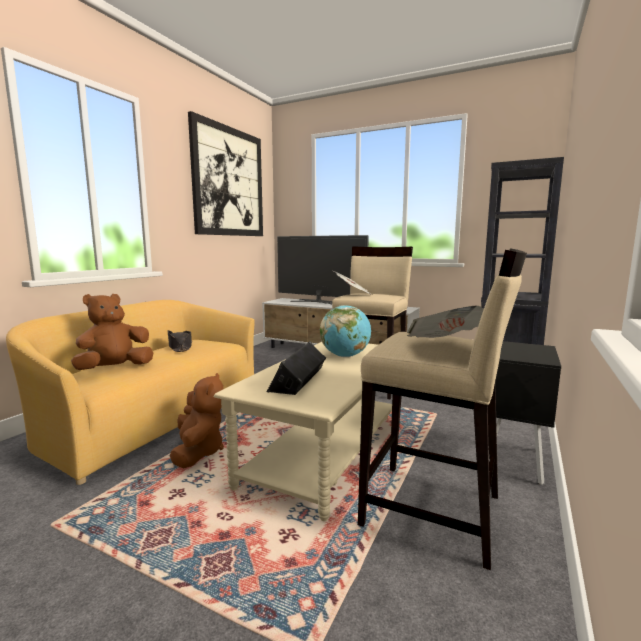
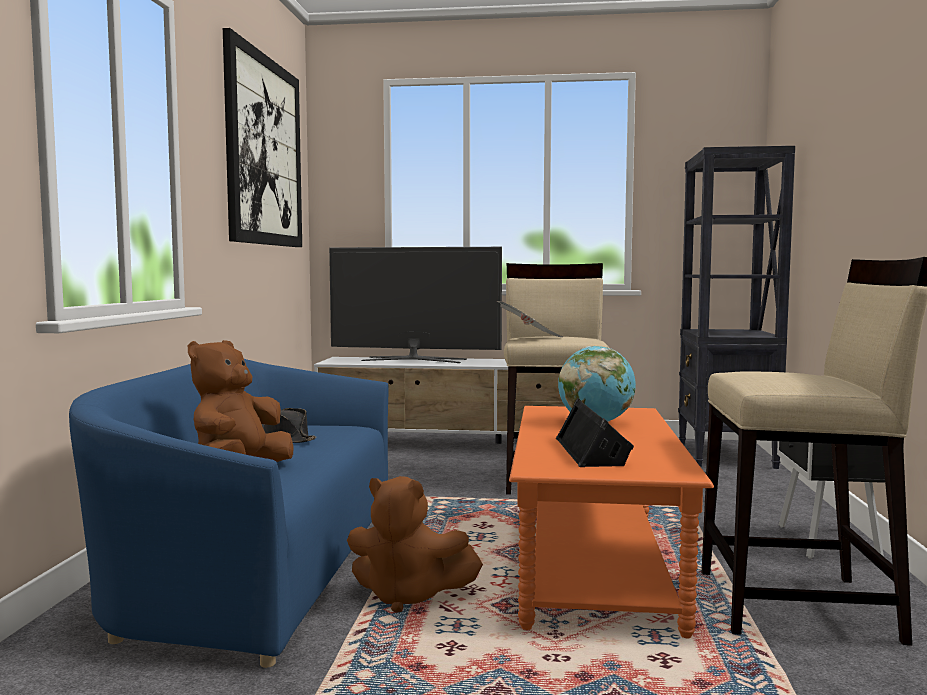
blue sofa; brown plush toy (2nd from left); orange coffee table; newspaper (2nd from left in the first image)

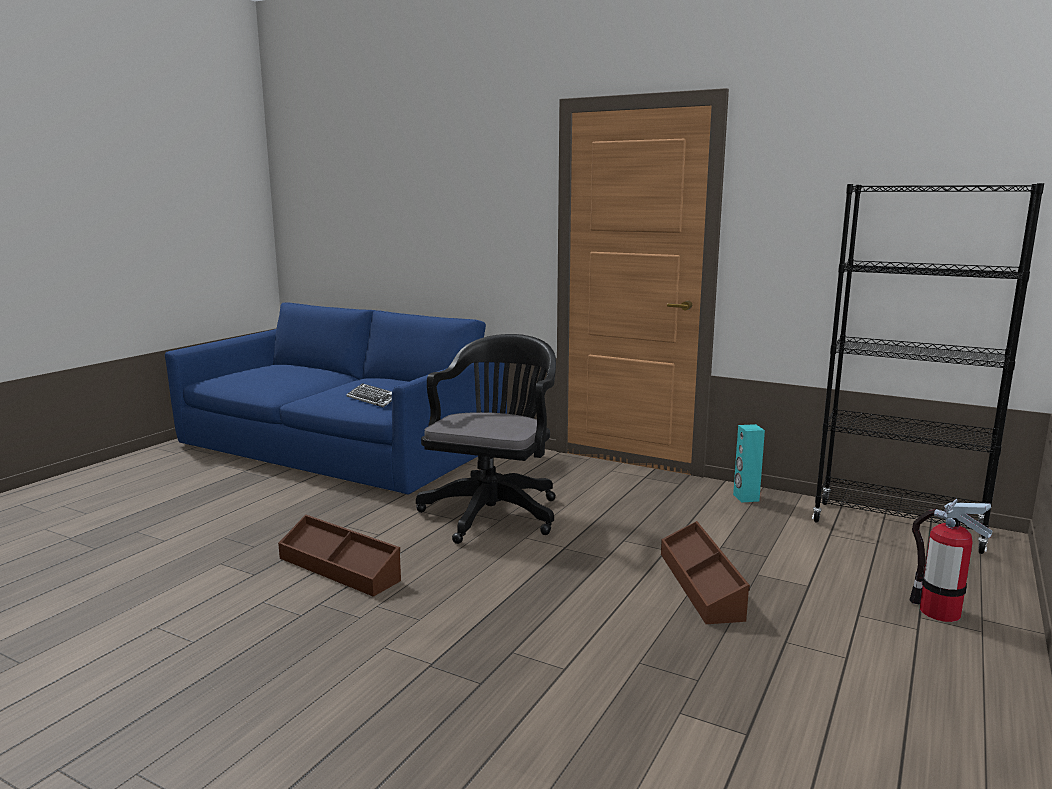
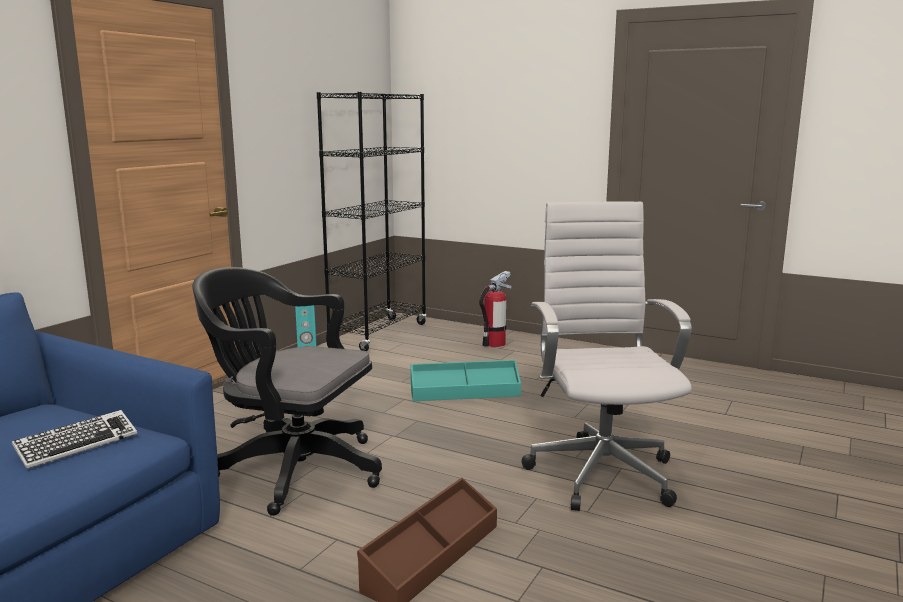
turquoise storage box; white office chair

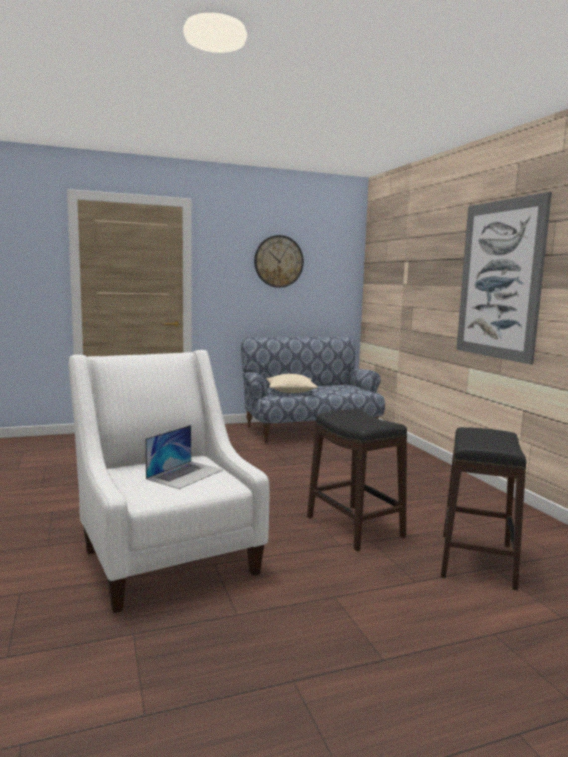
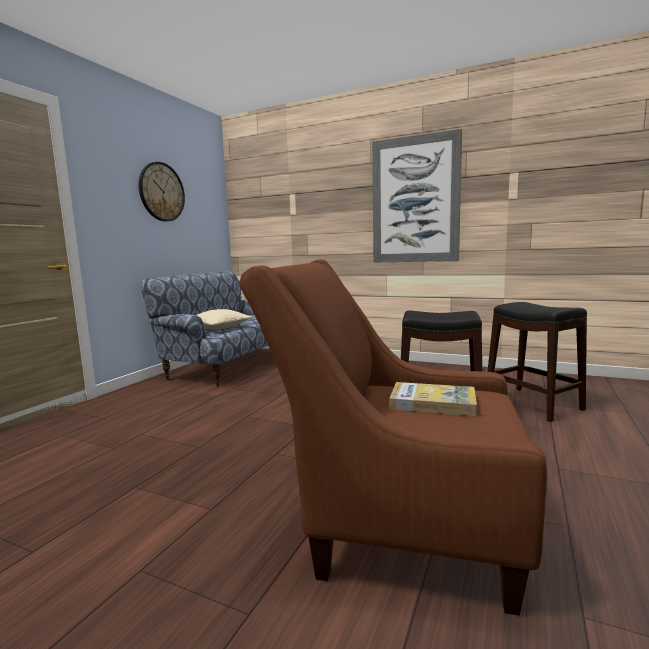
brown armchair; book

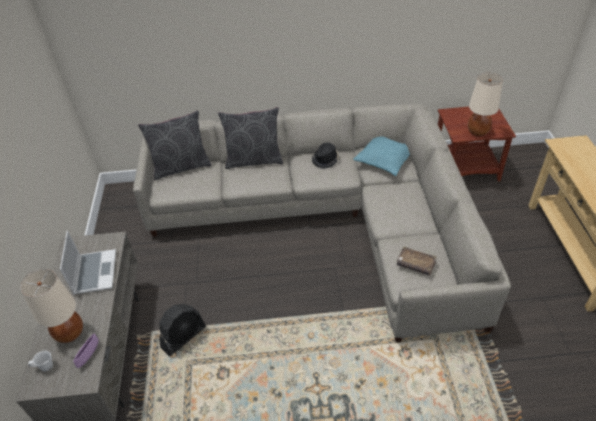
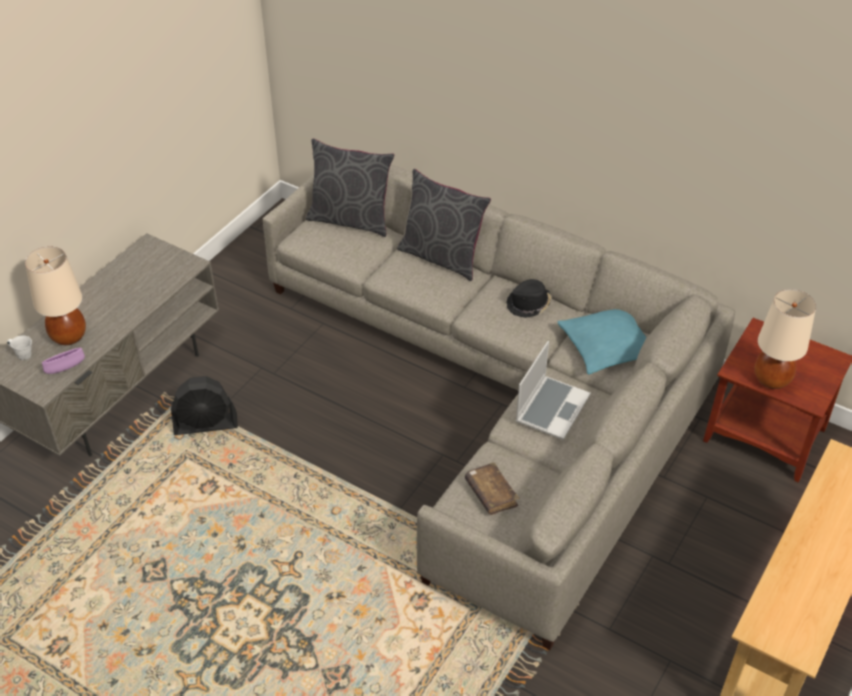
laptop

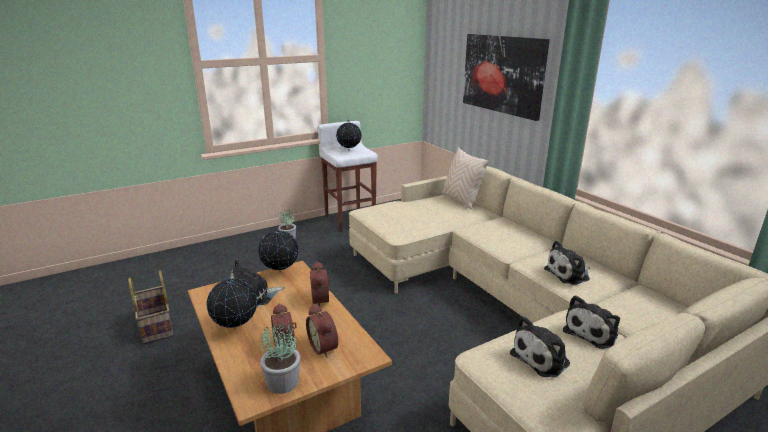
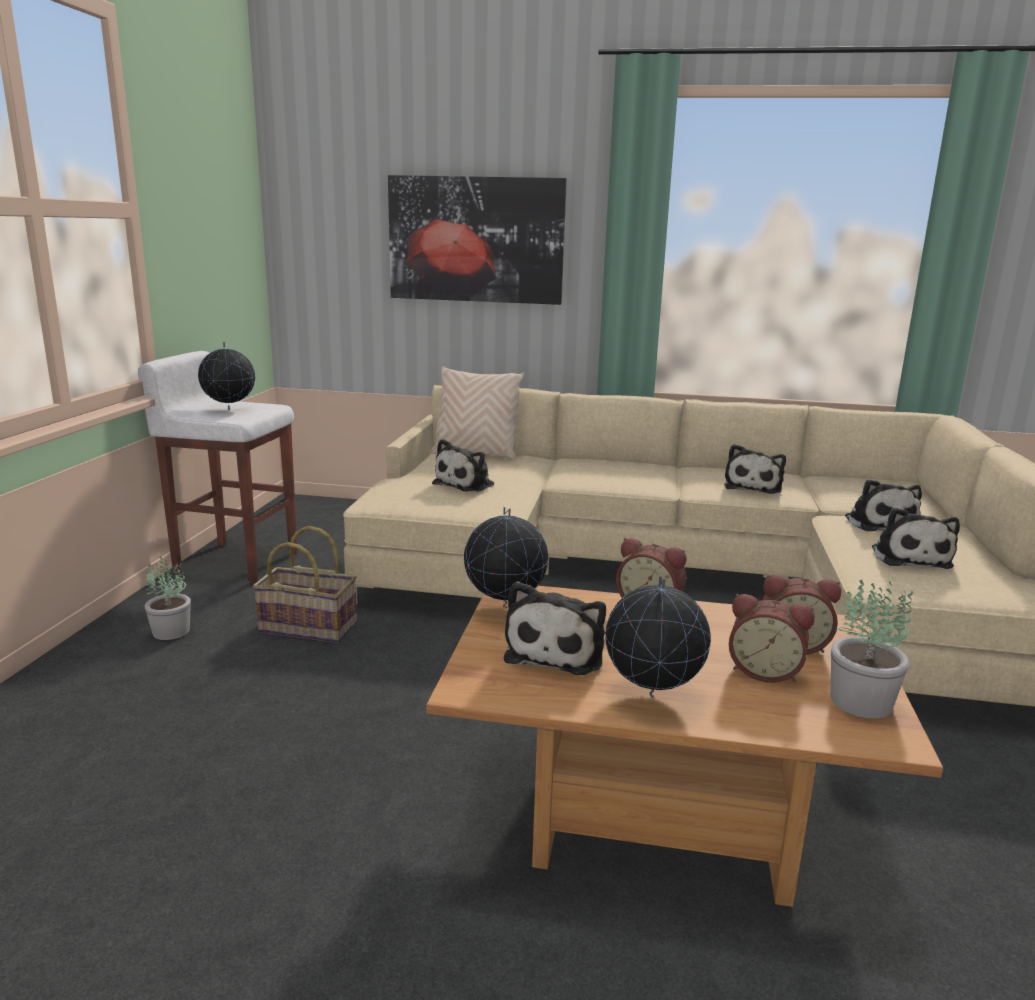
basket; plush toy (1st from left)

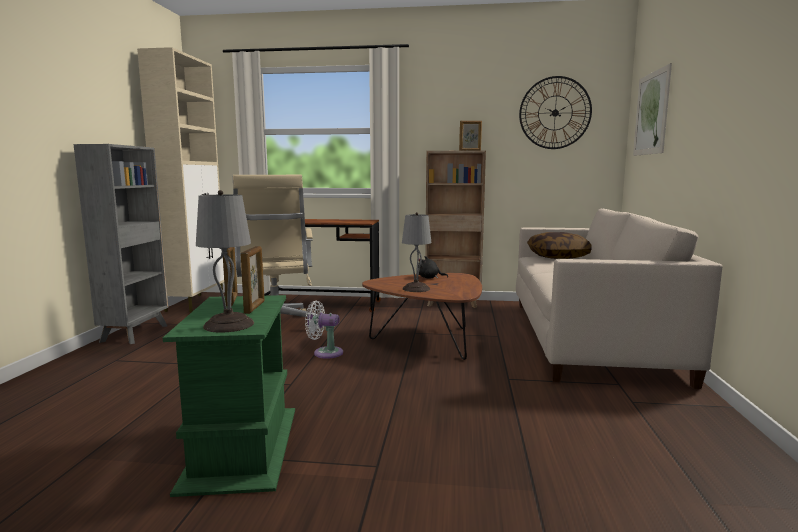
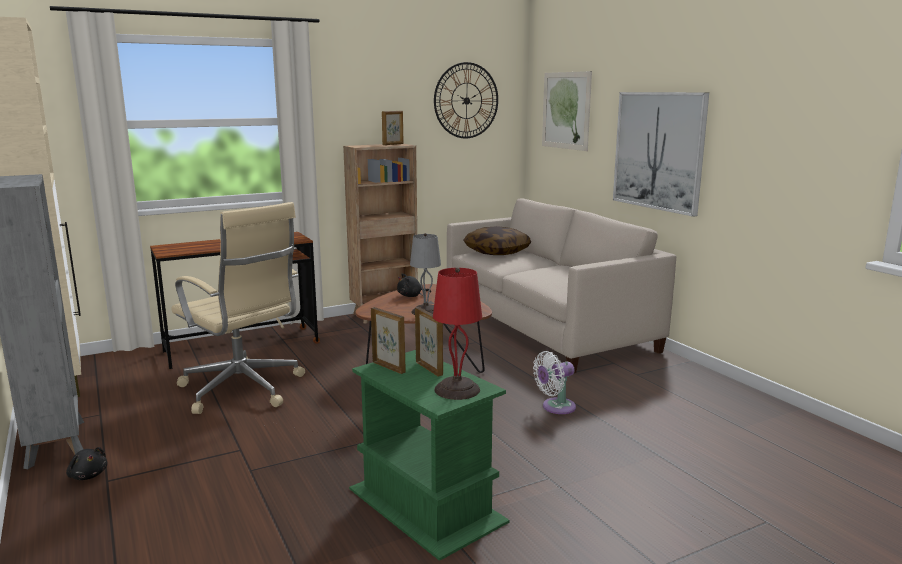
red table lamp; white fan; black plush toy (1st from left); picture (2nd from left)

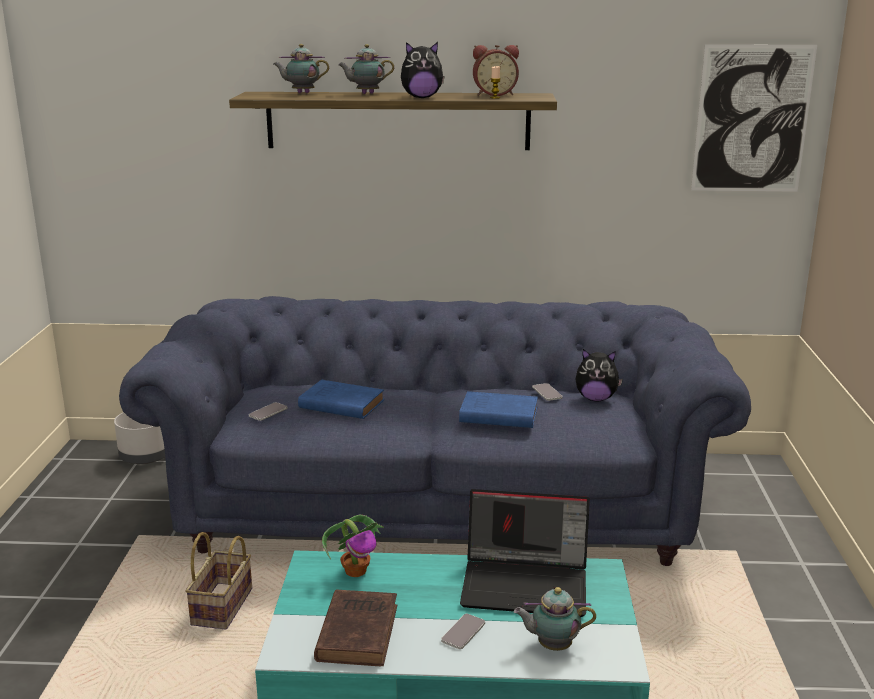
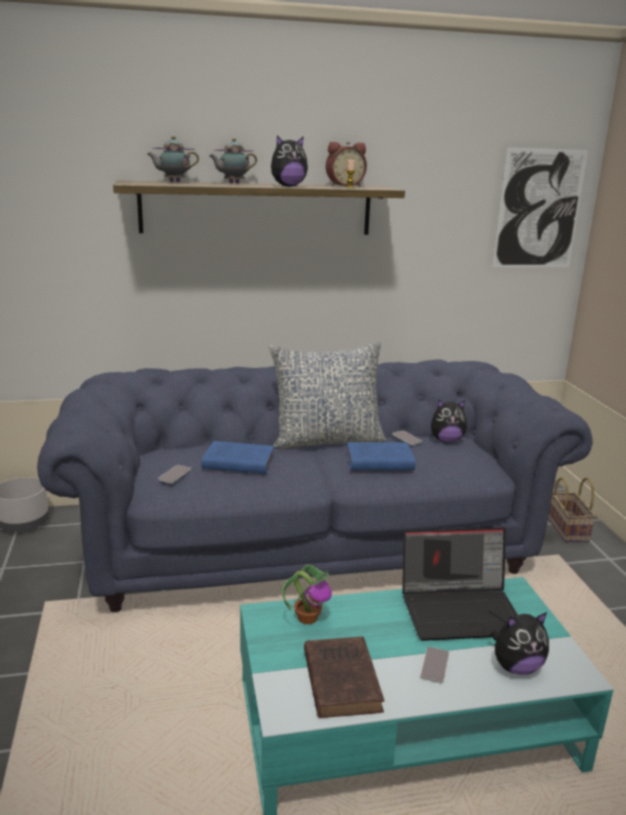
basket; plush toy (3rd from left); pillow

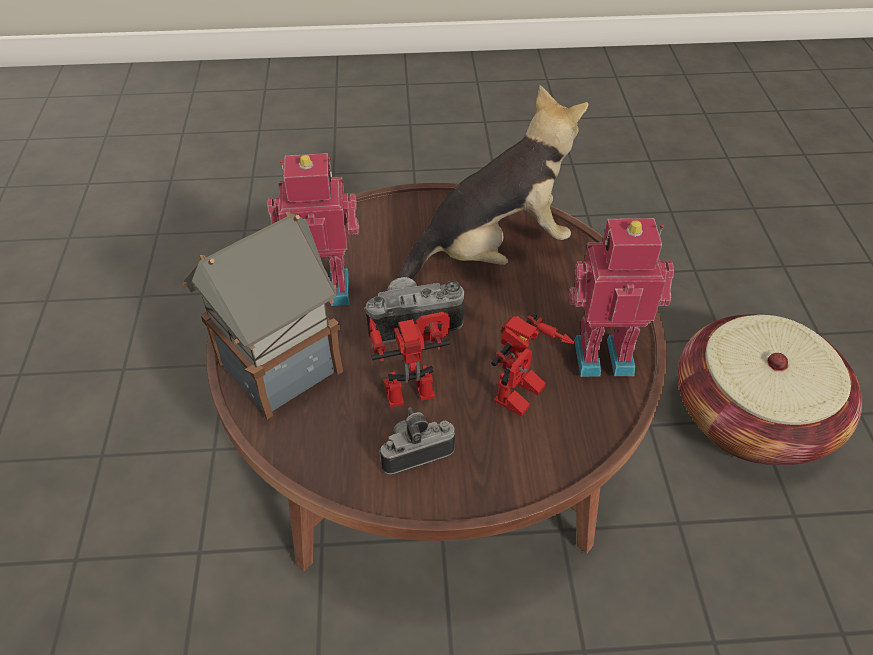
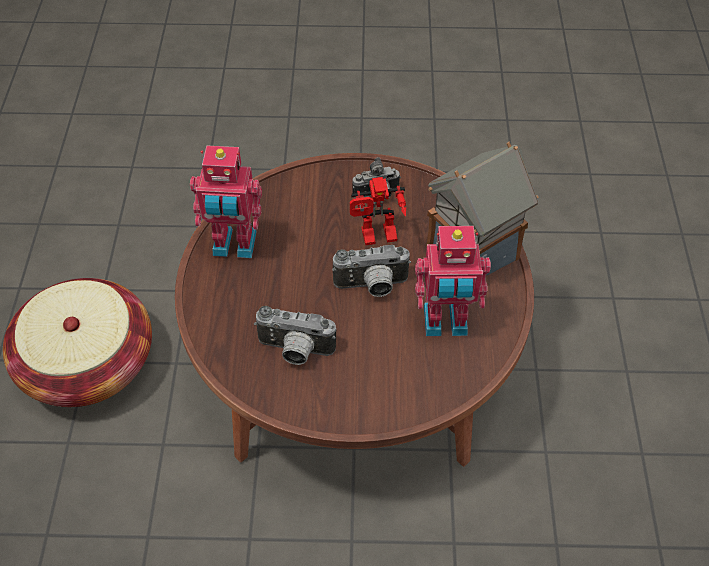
photo camera (1st from left); toy robot (3rd from left in the first image)

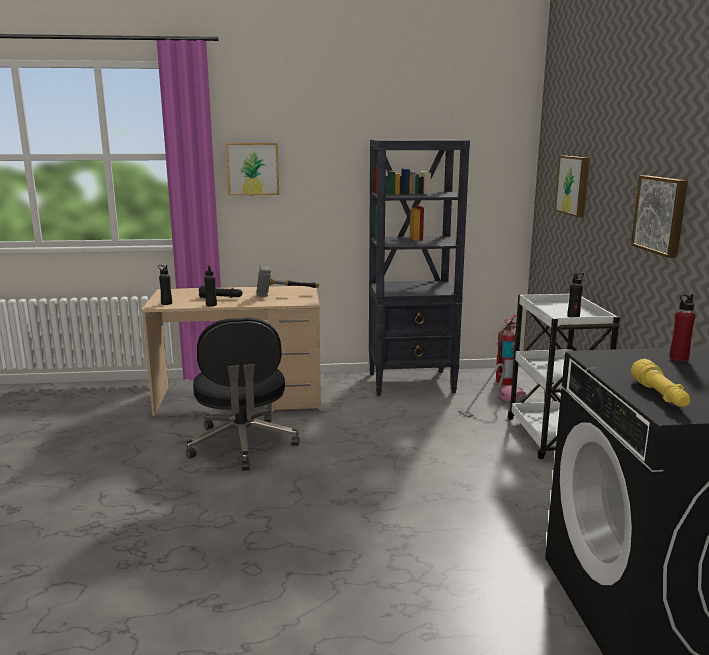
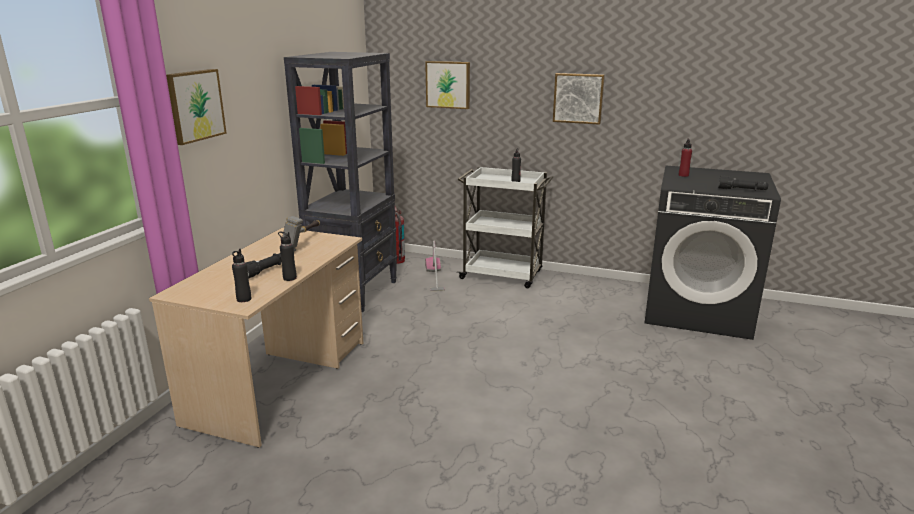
black office chair; black flashlight (2nd from left)

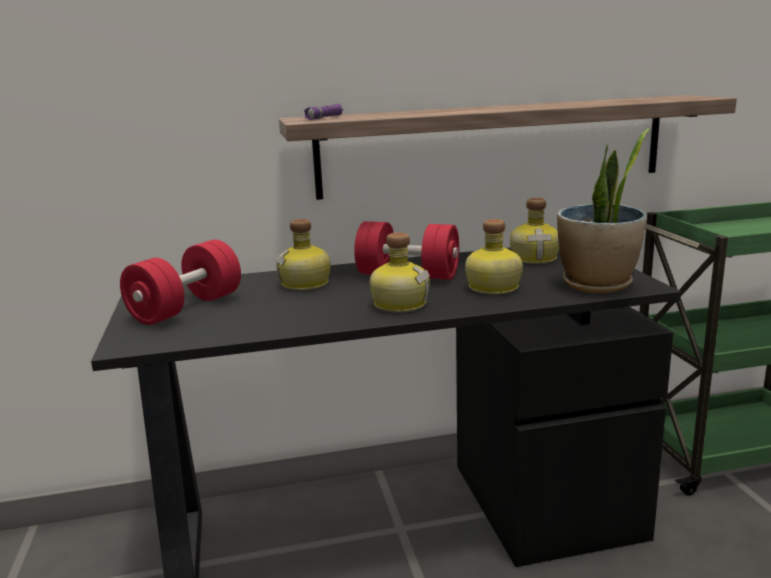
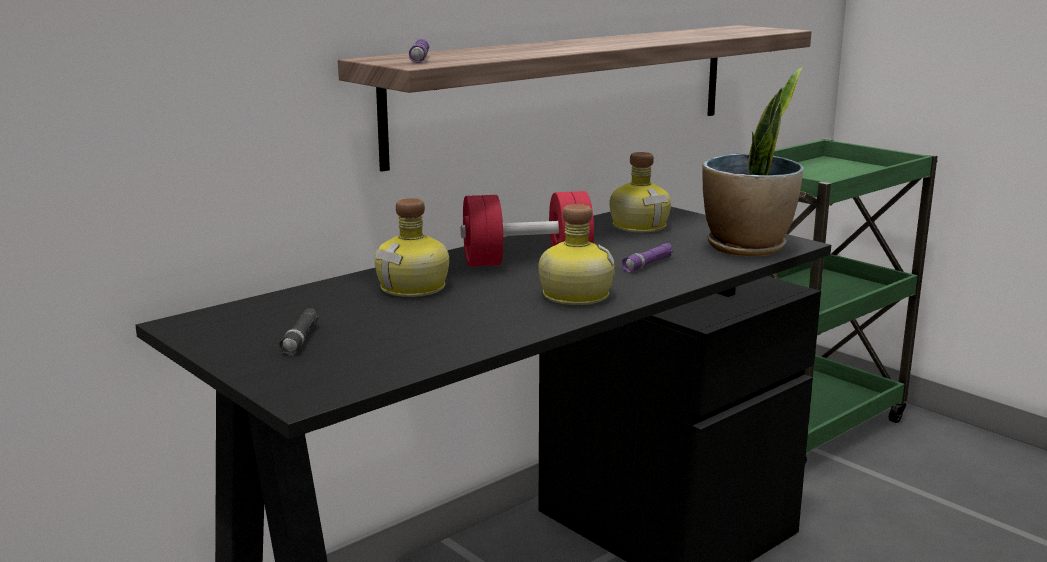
black flashlight; purple flashlight (2nd from left)

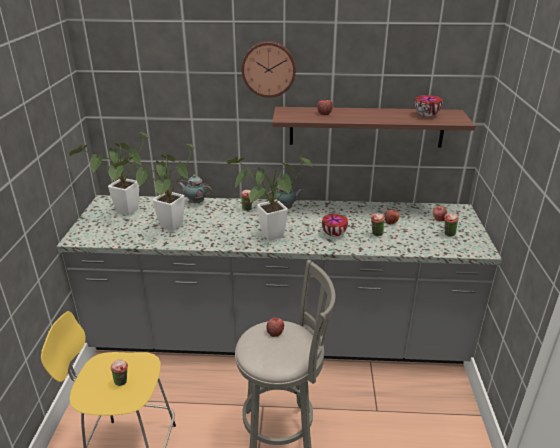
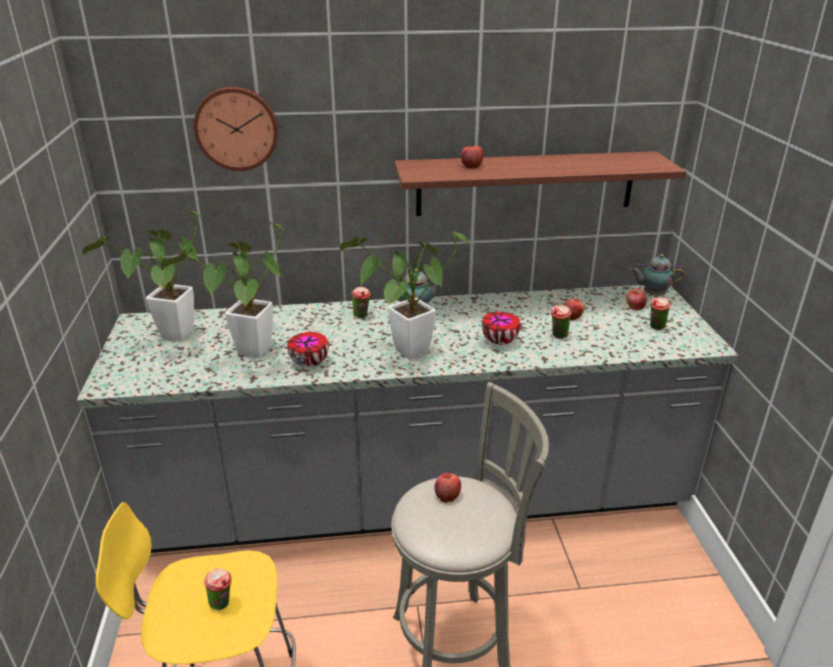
teapot (2nd from left); wall clock; bowl (1st from left)

